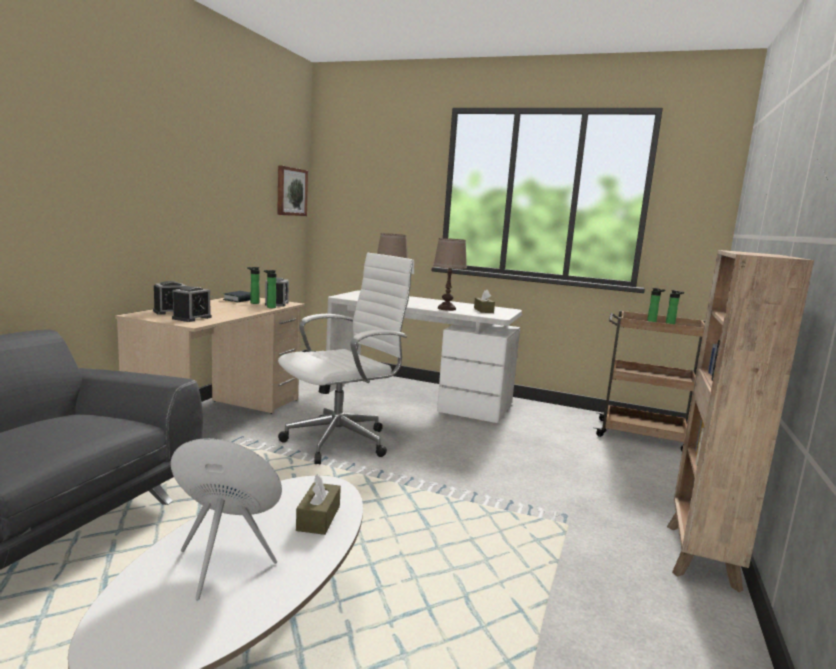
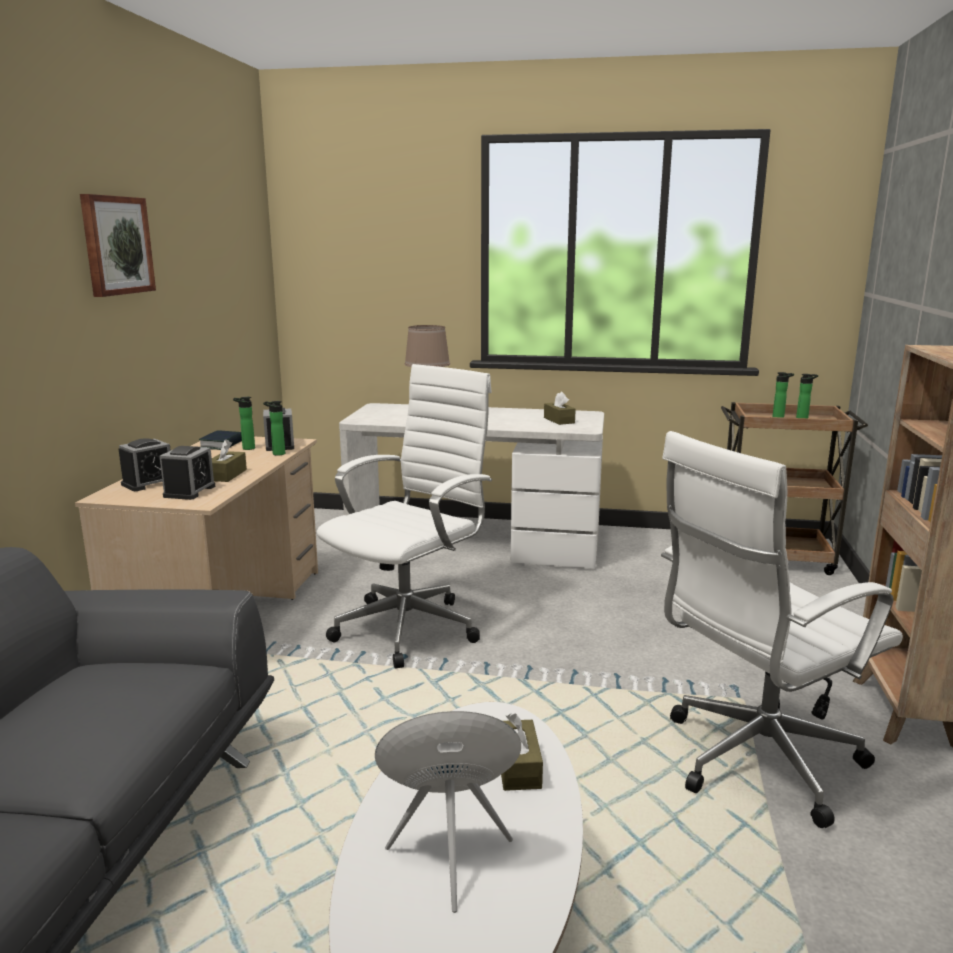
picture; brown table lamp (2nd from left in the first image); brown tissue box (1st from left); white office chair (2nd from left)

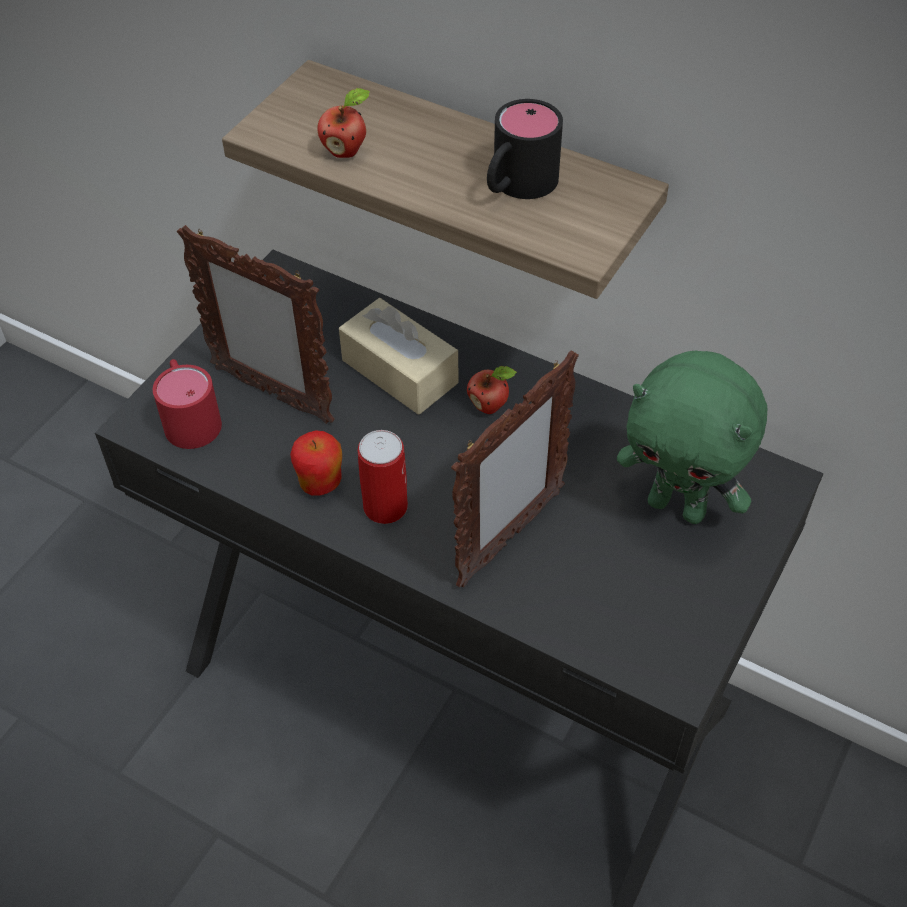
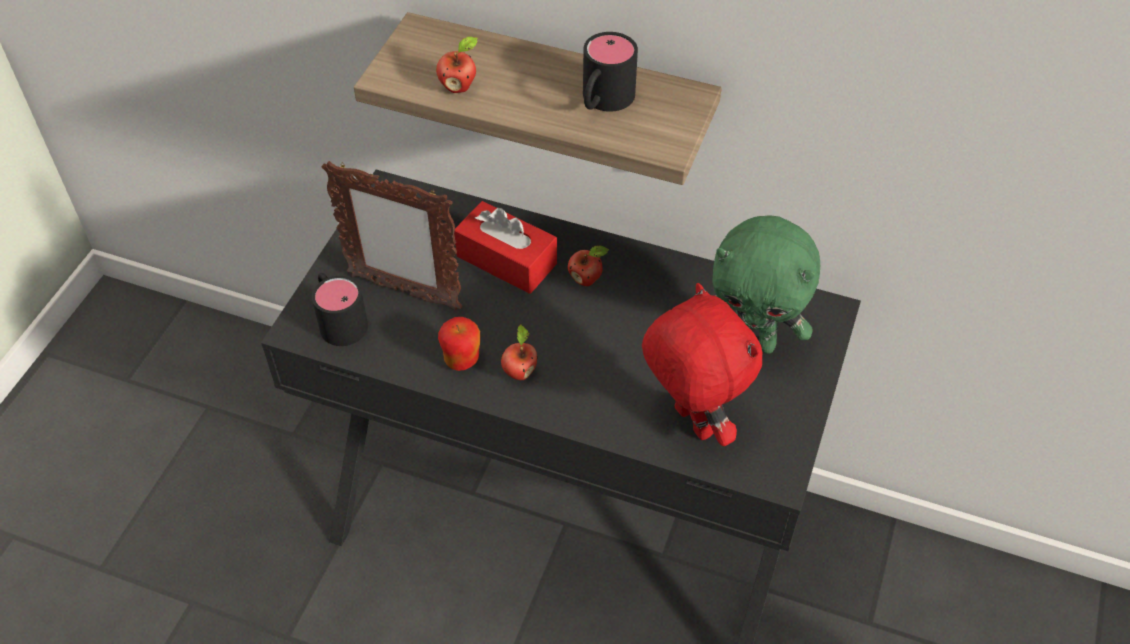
black mug (1st from left); red tissue box; apple (3rd from left); picture frame (2nd from left in the first image); red plush toy

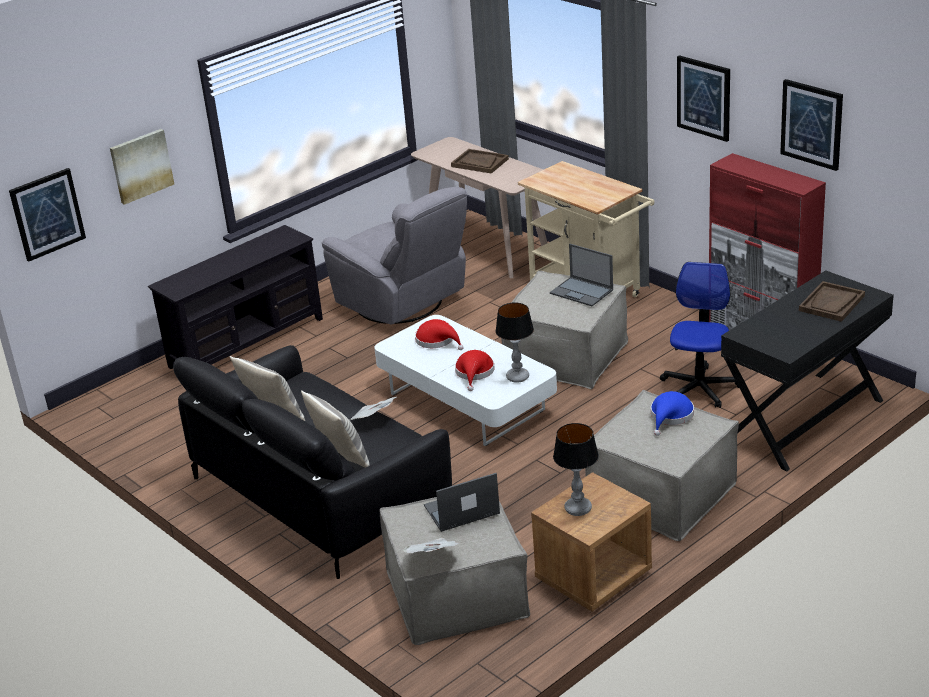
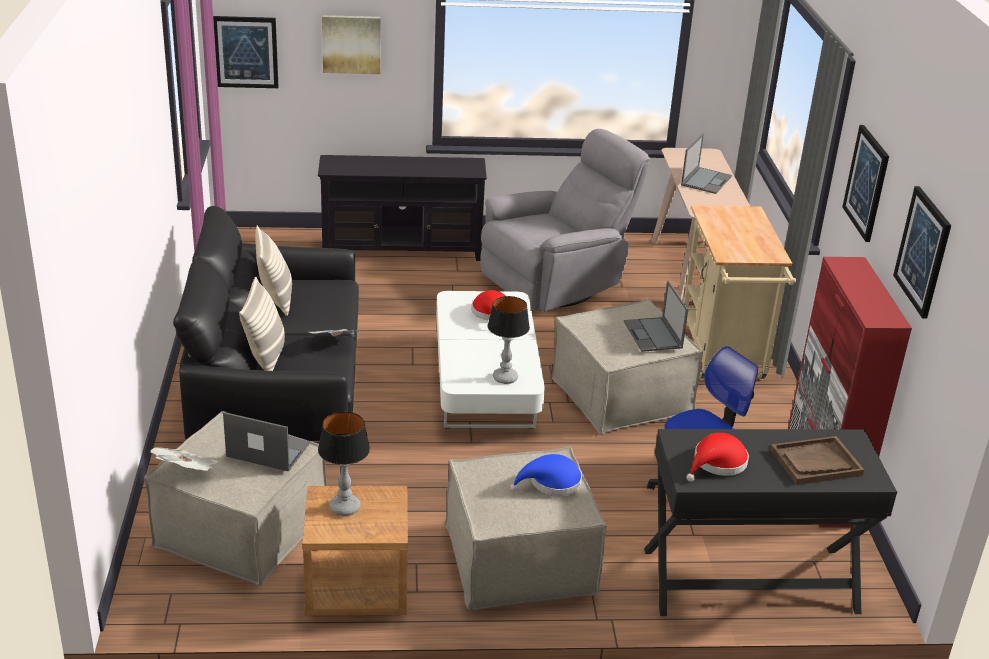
grey armchair; laptop (3rd from left); red hat (2nd from left)

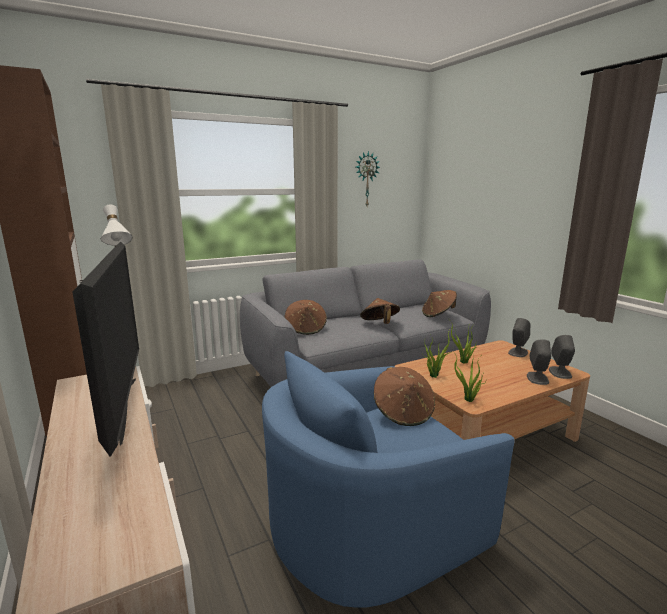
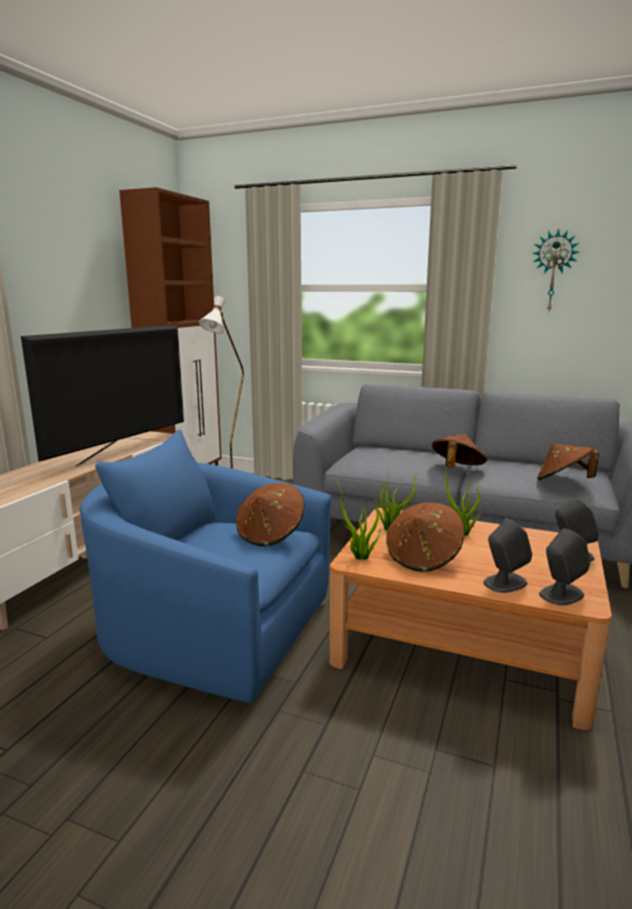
brown hat (2nd from left)

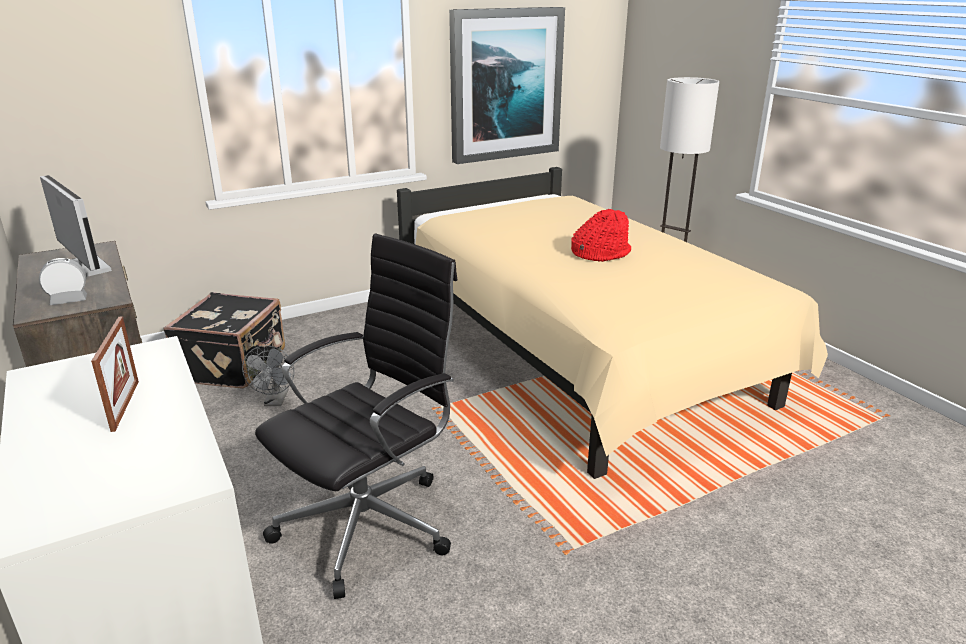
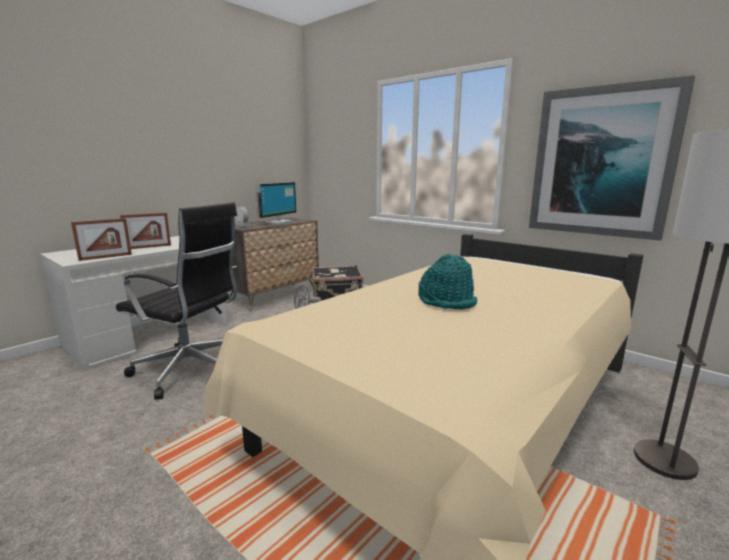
turquoise hat; picture frame (1st from left)

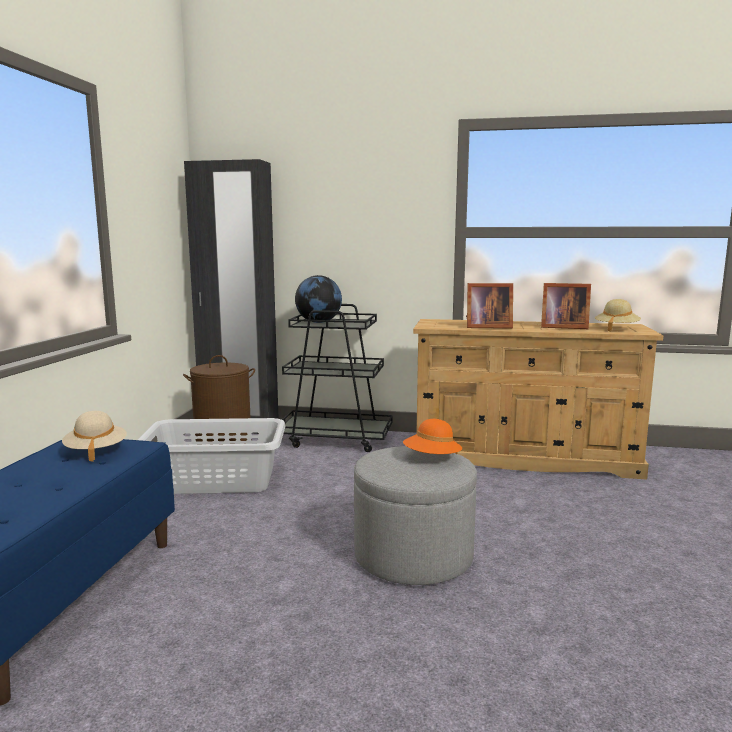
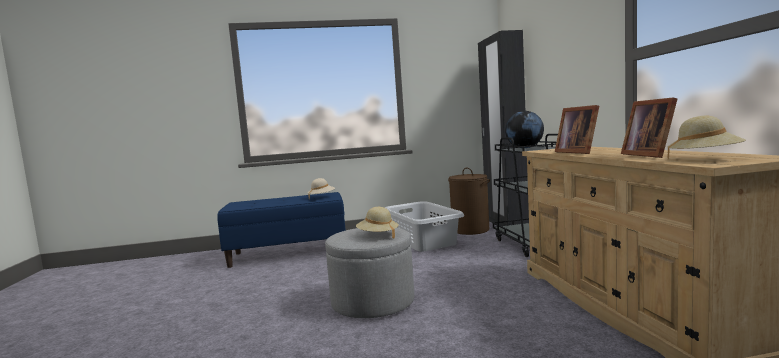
beige hat (2nd from left)

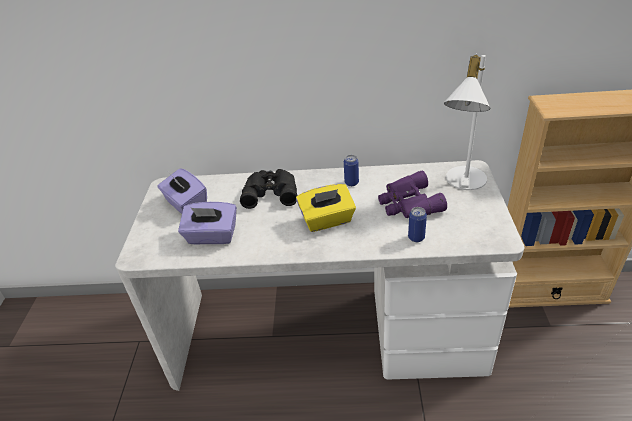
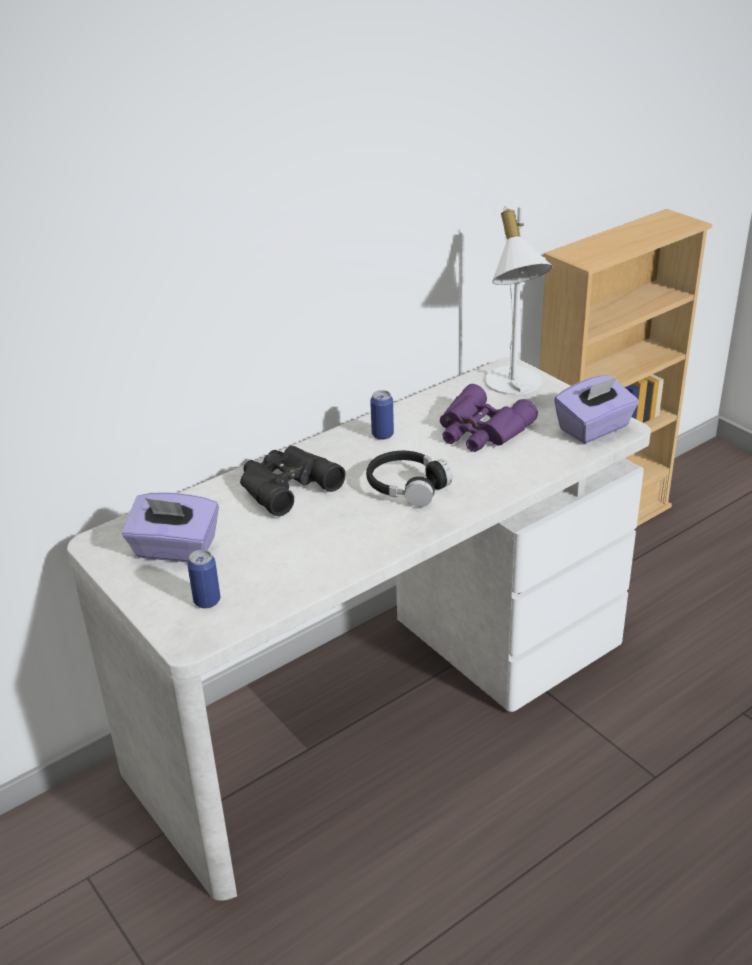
purple tissue box (2nd from left); black headphones; can (1st from left)

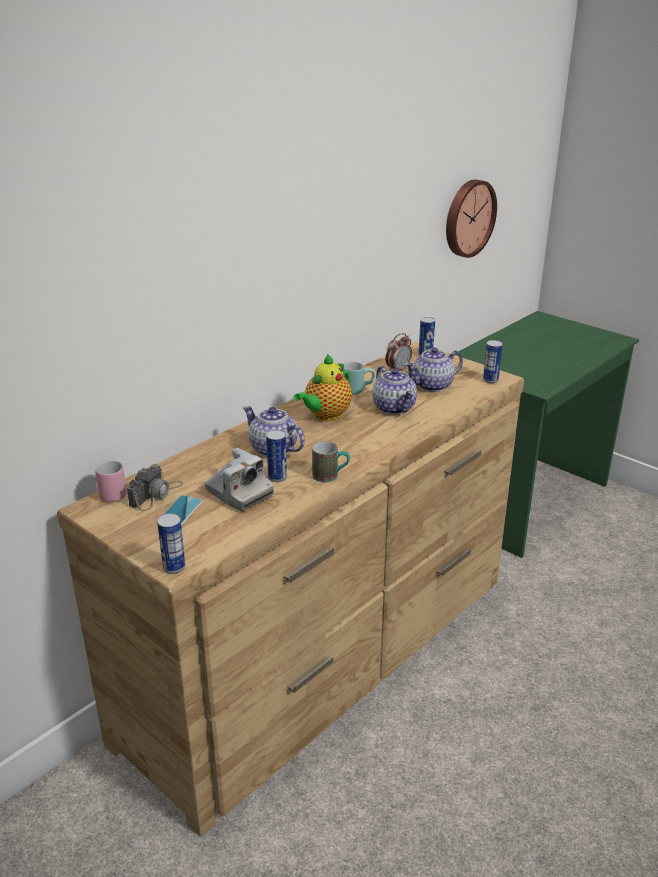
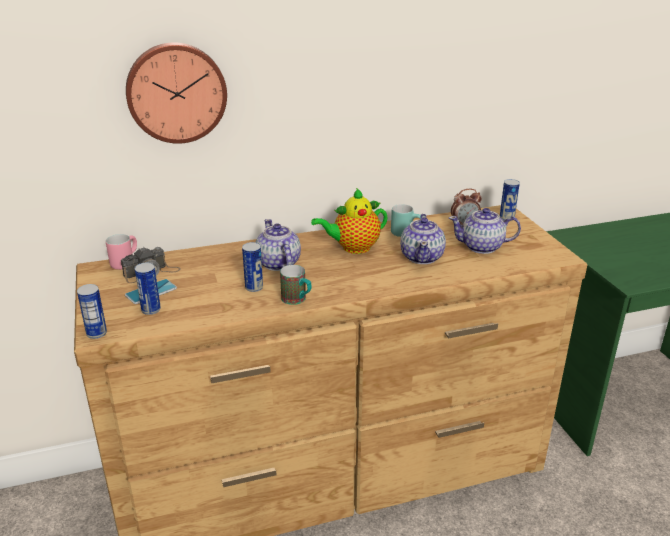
photo camera (2nd from left in the first image); wall clock; can (2nd from left)

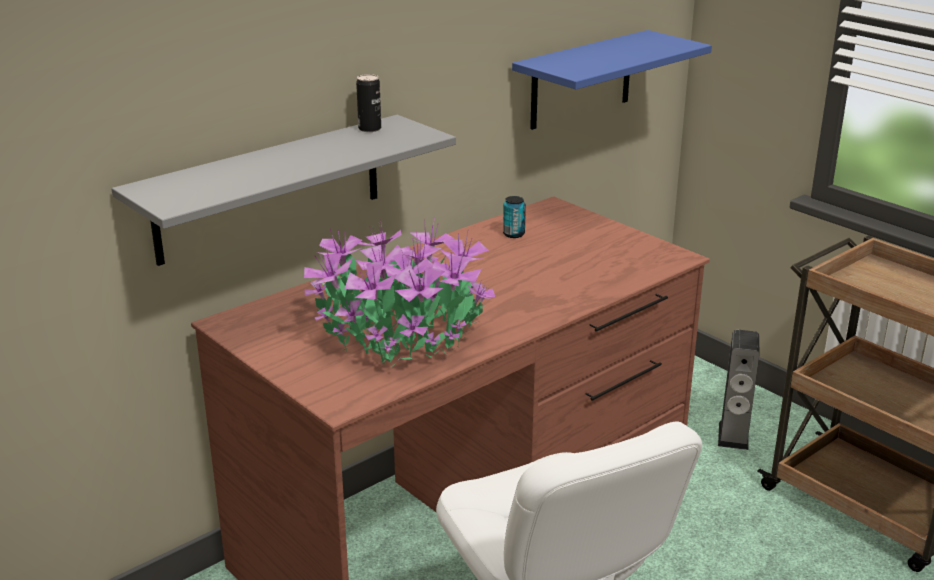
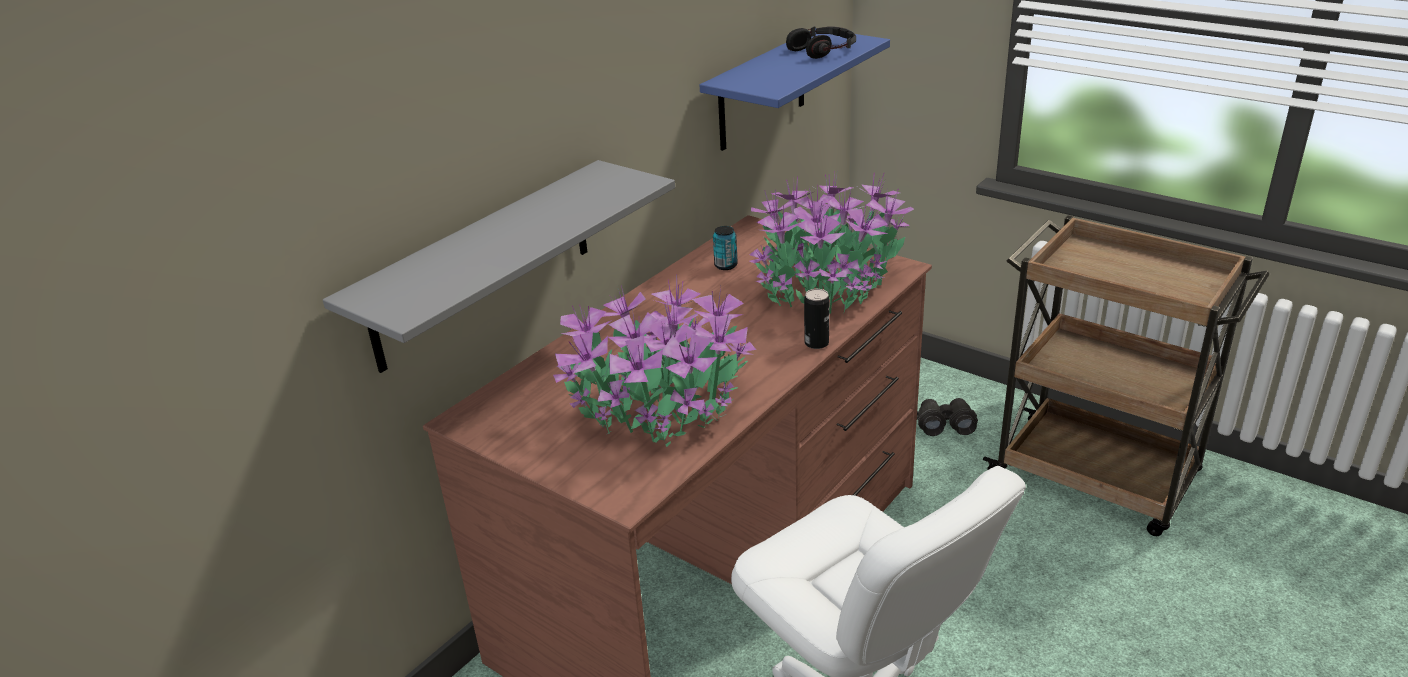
can (2nd from left); black binoculars; potted plant (2nd from left); headphones

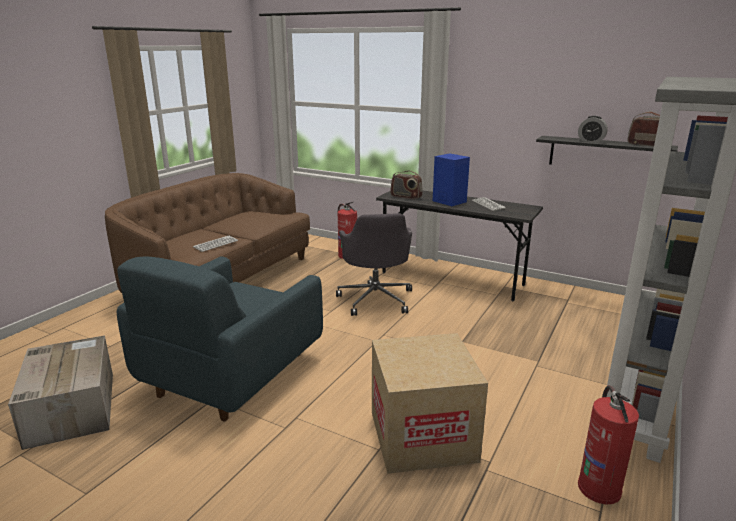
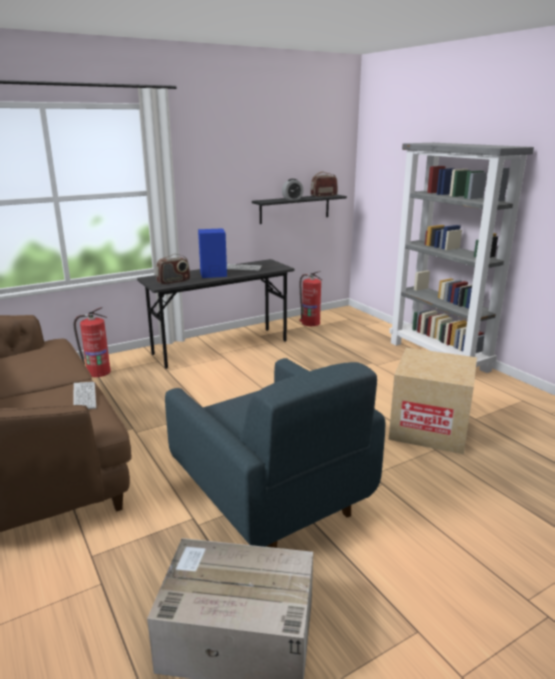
grey office chair; fire extinguisher (2nd from left)

